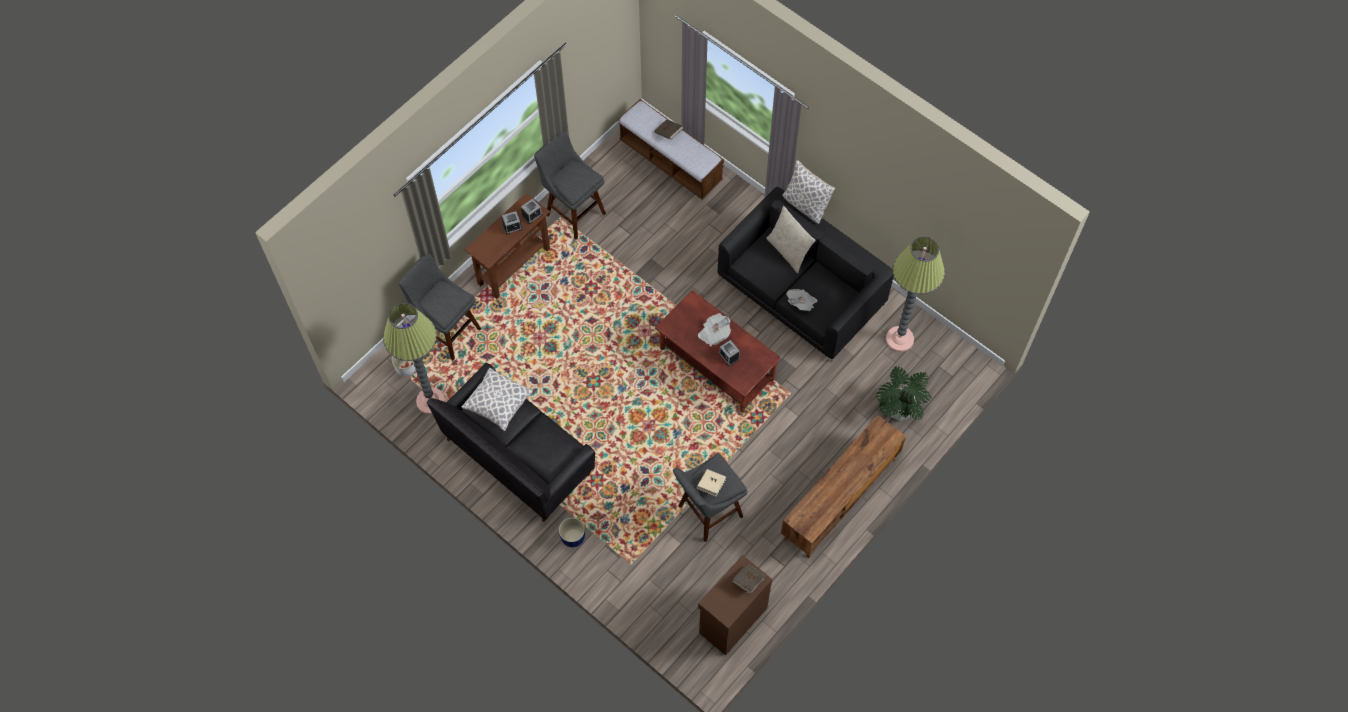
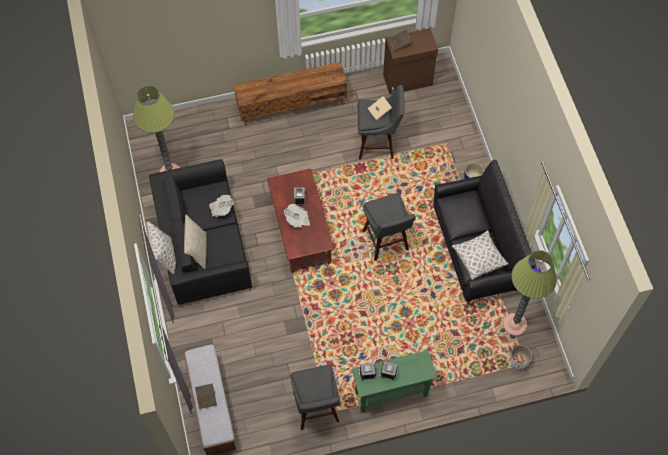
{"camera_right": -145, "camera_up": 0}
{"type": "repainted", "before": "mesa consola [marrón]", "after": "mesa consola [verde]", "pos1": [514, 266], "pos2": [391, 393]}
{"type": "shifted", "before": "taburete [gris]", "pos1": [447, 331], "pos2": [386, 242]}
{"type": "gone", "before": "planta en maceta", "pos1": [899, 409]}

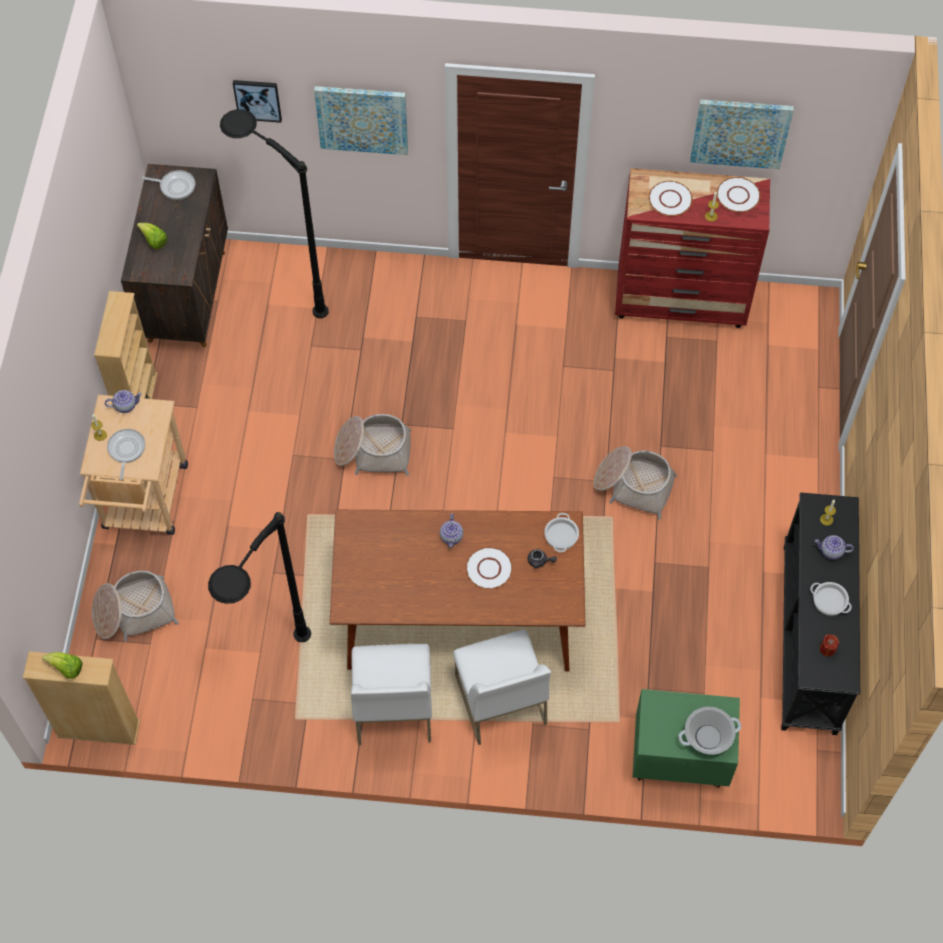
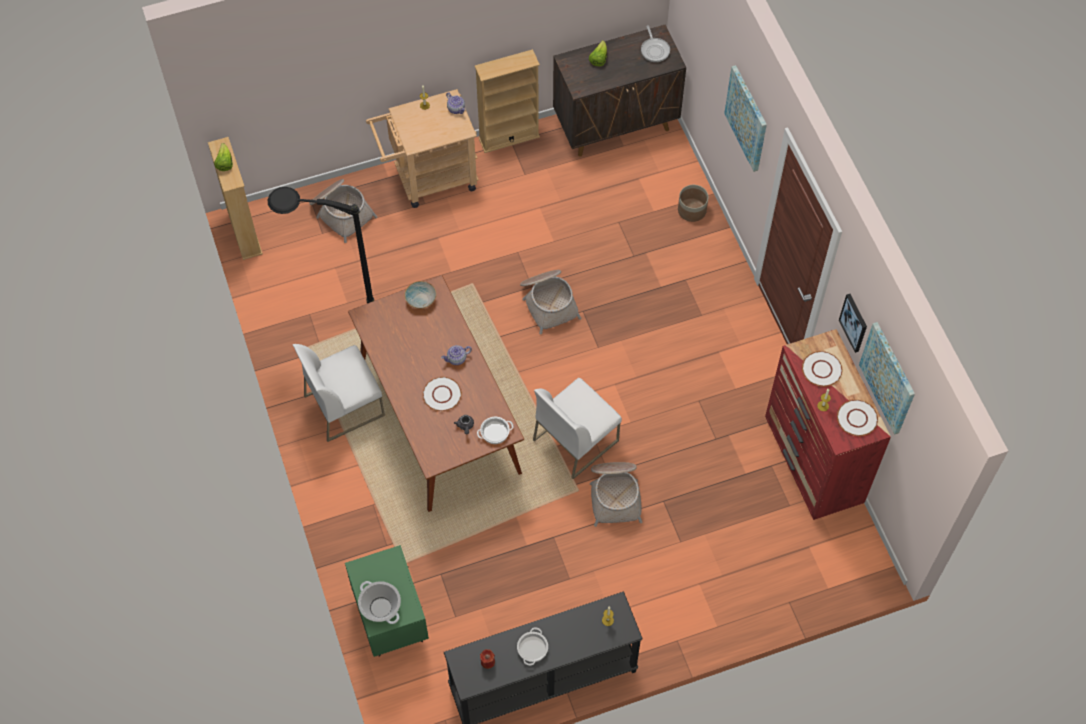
{"camera_right": 65, "camera_up": 0}
{"type": "shifted", "before": "cuadro", "pos1": [257, 99], "pos2": [854, 322]}
{"type": "gone", "before": "lámpara de pie [negro]", "pos1": [280, 287]}
{"type": "gone", "before": "sartén", "pos1": [126, 450]}
{"type": "gone", "before": "tetera", "pos1": [831, 551]}
{"type": "shifted", "before": "silla [blanco]", "pos1": [499, 699], "pos2": [575, 439]}
{"type": "new", "after": "maceta", "pos2": [692, 210]}
{"type": "new", "after": "cuenco", "pos2": [421, 299]}

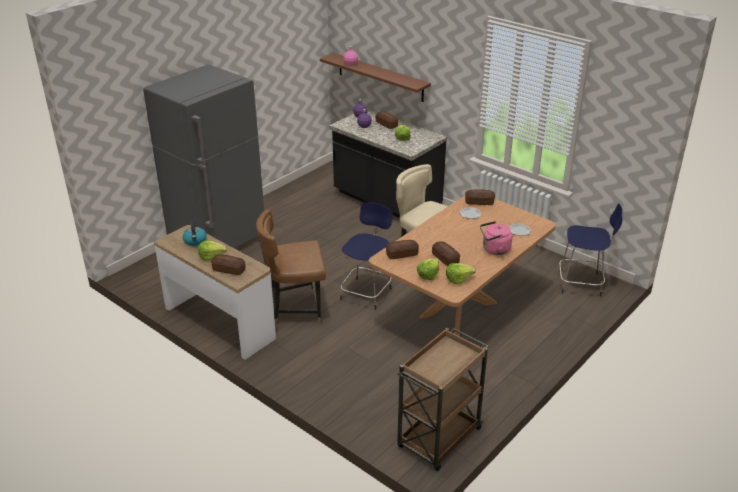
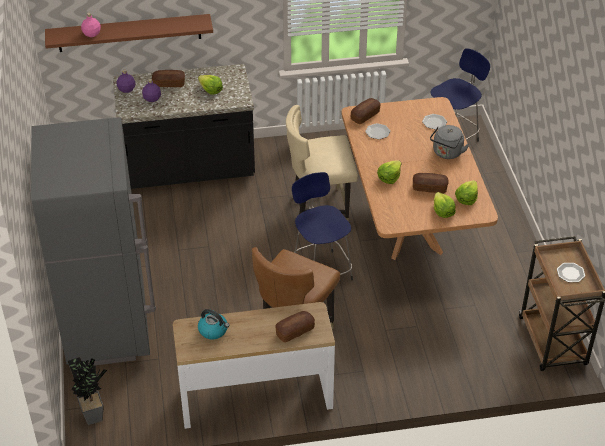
{"camera_right": -50, "camera_up": 10}
{"type": "repainted", "before": "hervidor [rosa]", "after": "hervidor [gris]", "pos1": [494, 250], "pos2": [447, 153]}
{"type": "gone", "before": "pan", "pos1": [402, 254]}
{"type": "shifted", "before": "lechuga", "pos1": [211, 256], "pos2": [389, 177]}
{"type": "new", "after": "plato", "pos2": [570, 273]}
{"type": "new", "after": "planta en maceta", "pos2": [94, 414]}

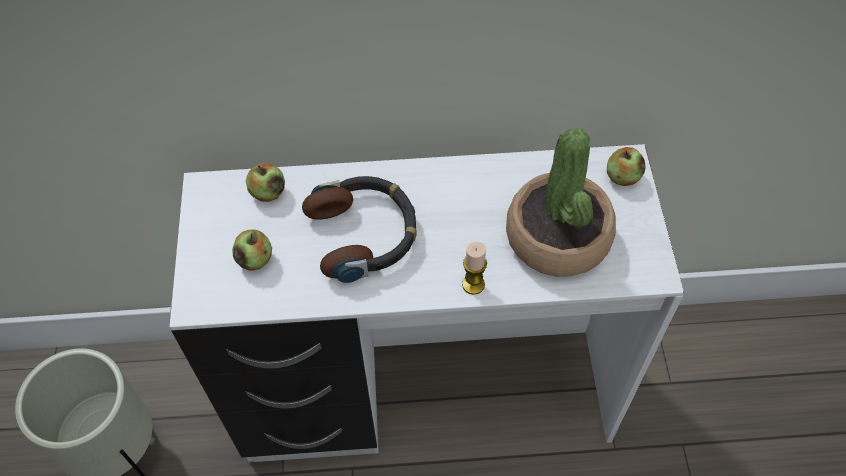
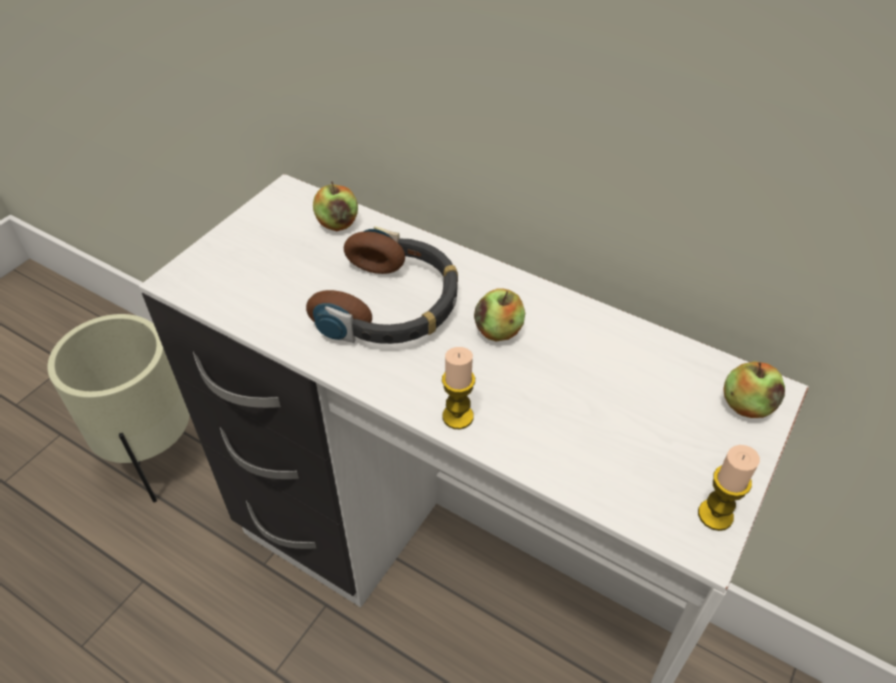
{"camera_right": 35, "camera_up": -10}
{"type": "gone", "before": "planta en maceta", "pos1": [558, 237]}
{"type": "shifted", "before": "manzana", "pos1": [255, 259], "pos2": [498, 331]}
{"type": "new", "after": "vela", "pos2": [715, 515]}

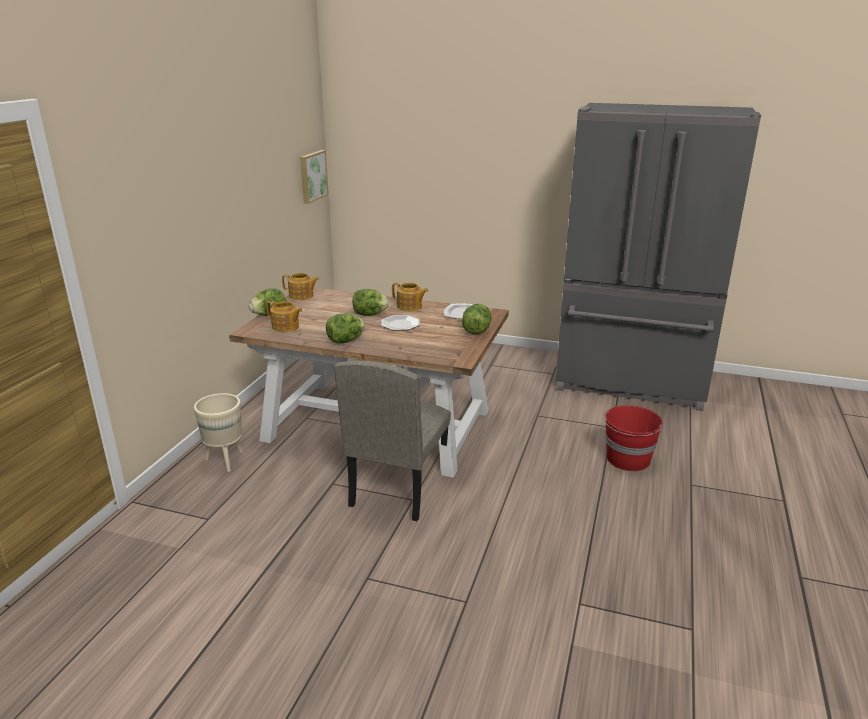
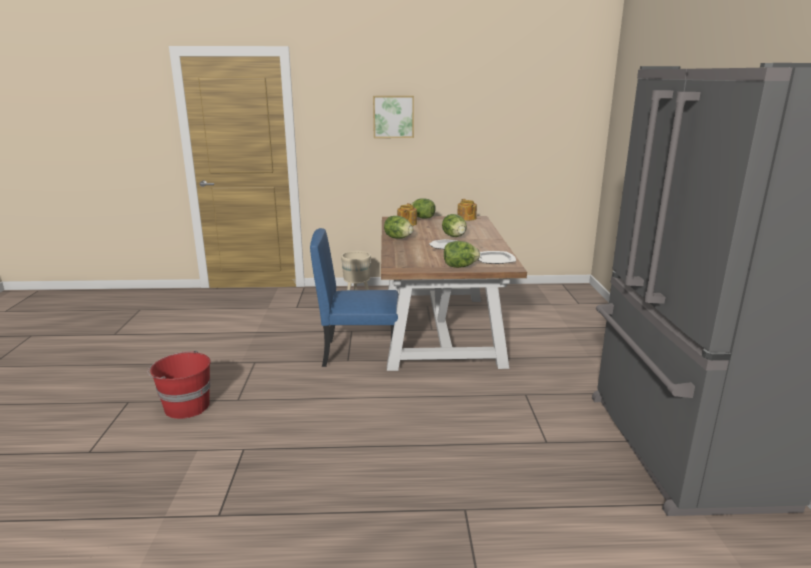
{"camera_right": 70, "camera_up": -5}
{"type": "shifted", "before": "cuadro", "pos1": [312, 176], "pos2": [393, 116]}
{"type": "gone", "before": "tetera", "pos1": [410, 307]}
{"type": "repainted", "before": "silla [beis]", "after": "silla [azul]", "pos1": [398, 487], "pos2": [360, 352]}
{"type": "shifted", "before": "cubo [rojo]", "pos1": [628, 459], "pos2": [186, 406]}

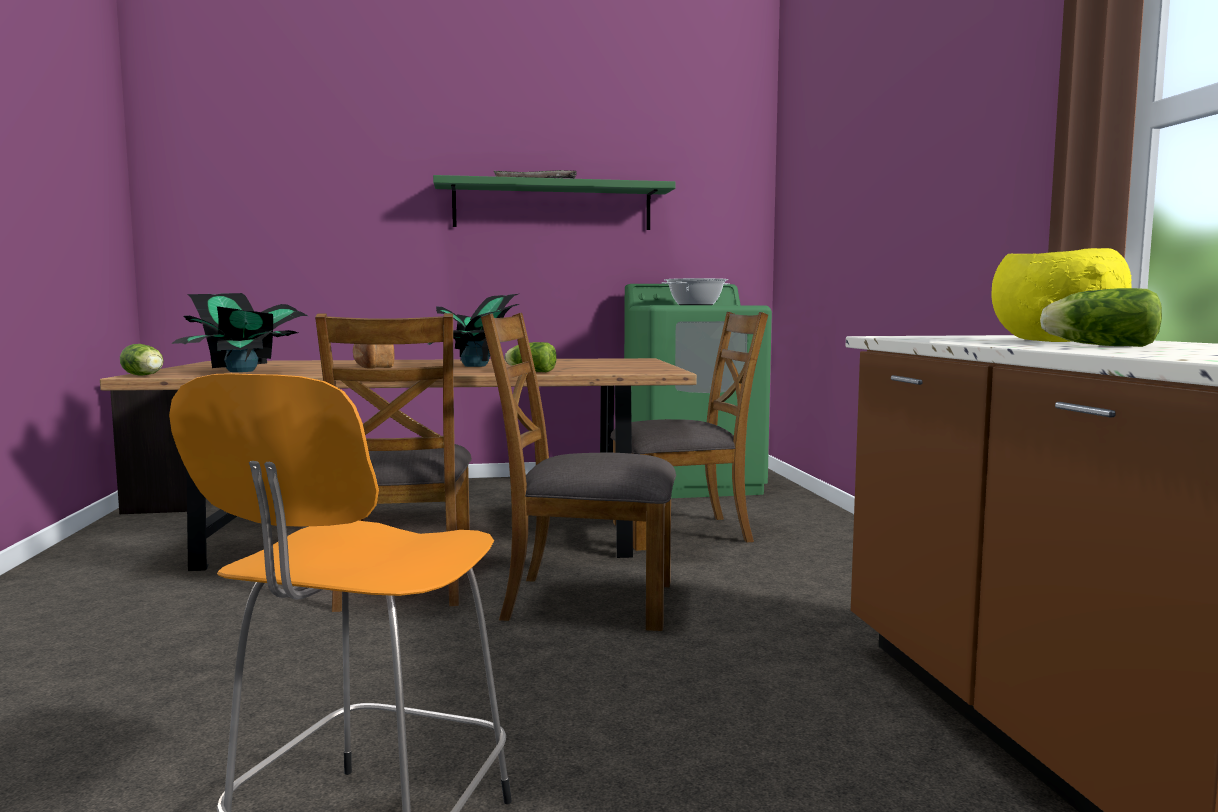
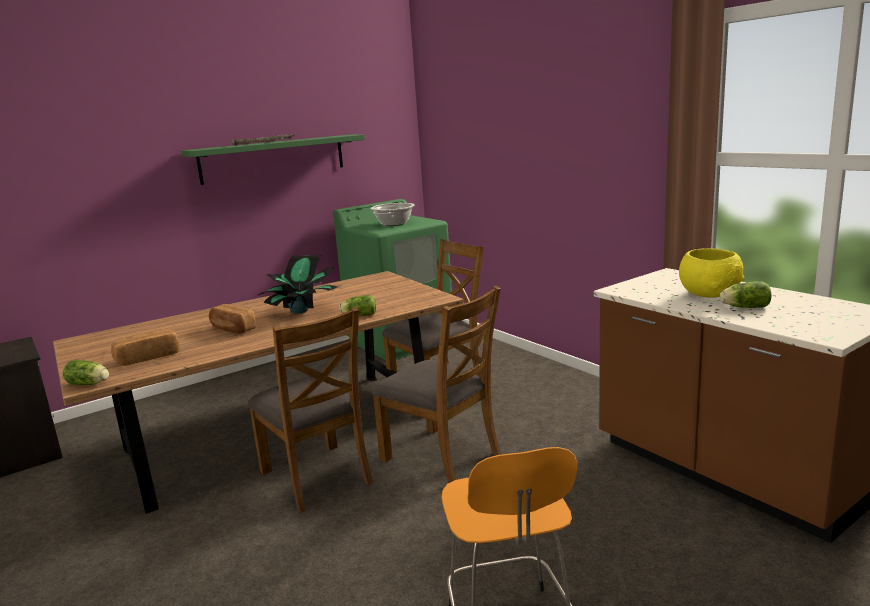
{"camera_right": -25, "camera_up": 10}
{"type": "swapped", "before": "planta en maceta", "after": "pan", "pos1": [243, 371], "pos2": [148, 357]}
{"type": "rotated", "before": "silla [marrón]", "pos1": [587, 601], "pos2": [442, 456], "turn": -120}

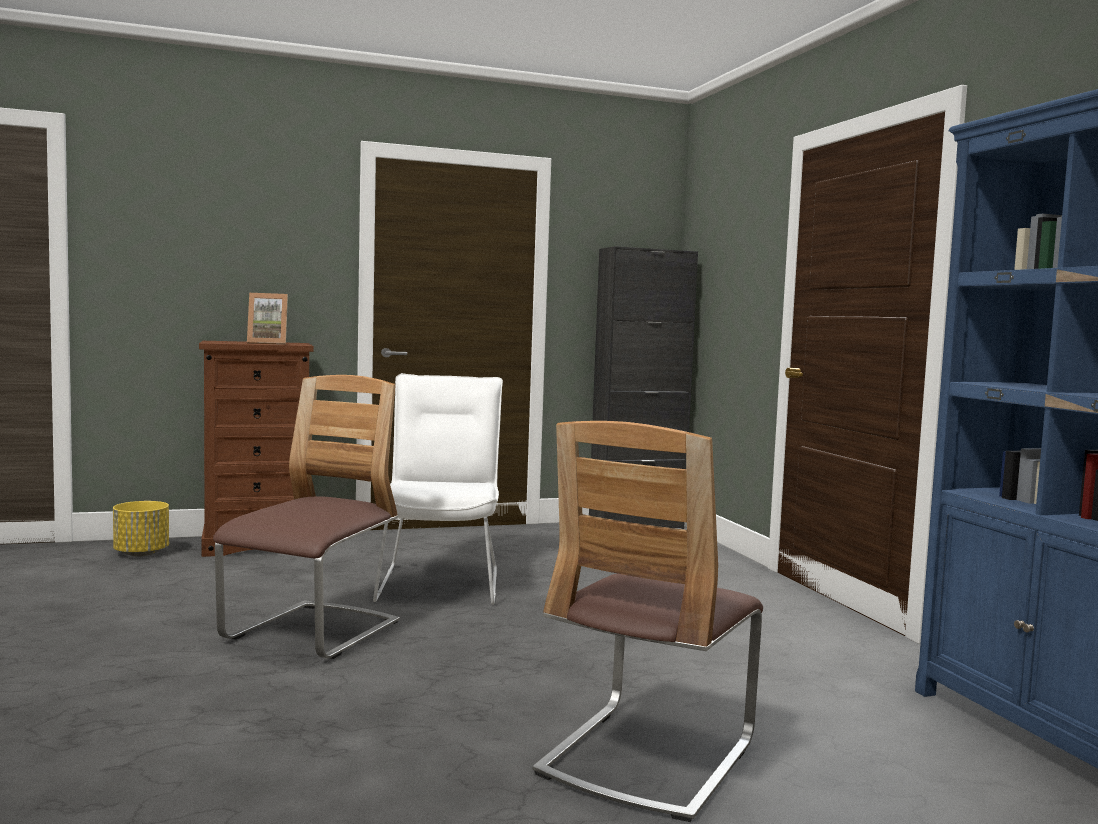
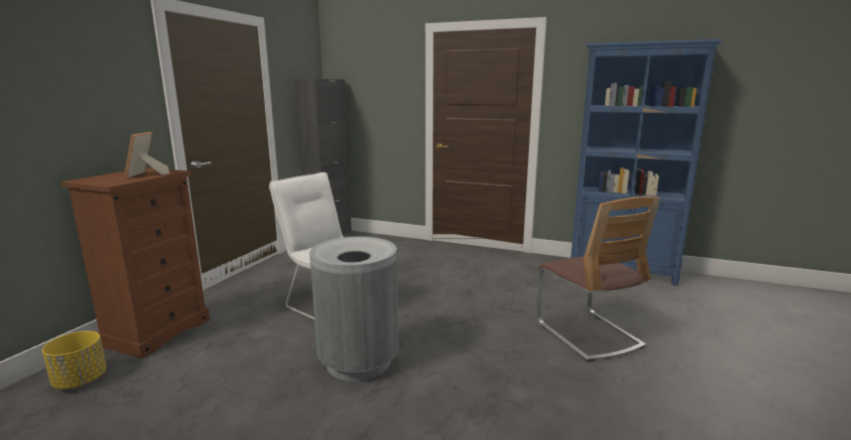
{"camera_right": -50, "camera_up": 10}
{"type": "rotated", "before": "portarretratos", "pos1": [267, 343], "pos2": [146, 175], "turn": 150}
{"type": "swapped", "before": "silla", "after": "papelera [gris]", "pos1": [312, 633], "pos2": [359, 362]}

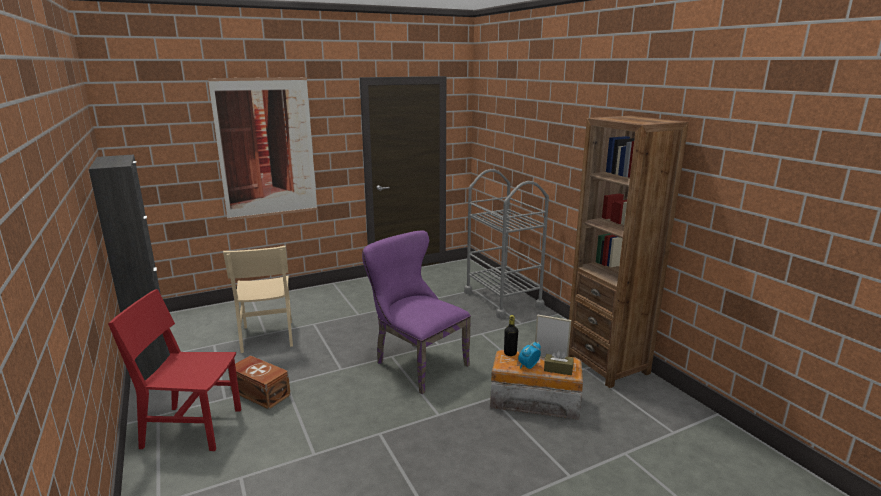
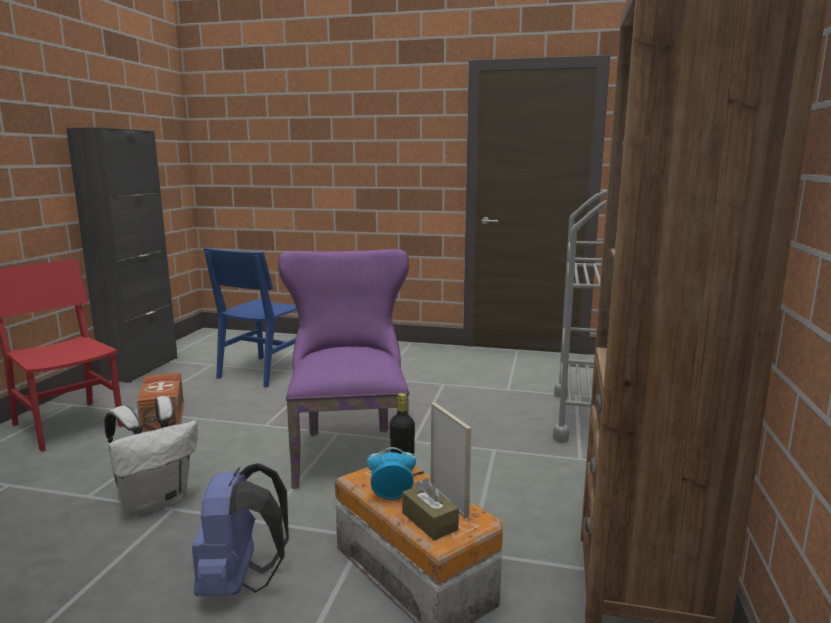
{"camera_right": 40, "camera_up": -5}
{"type": "gone", "before": "cuadro", "pos1": [266, 149]}
{"type": "repainted", "before": "silla [beis]", "after": "silla [azul]", "pos1": [267, 336], "pos2": [263, 371]}
{"type": "new", "after": "mochila [blanco]", "pos2": [156, 501]}
{"type": "new", "after": "mochila [azul]", "pos2": [240, 583]}

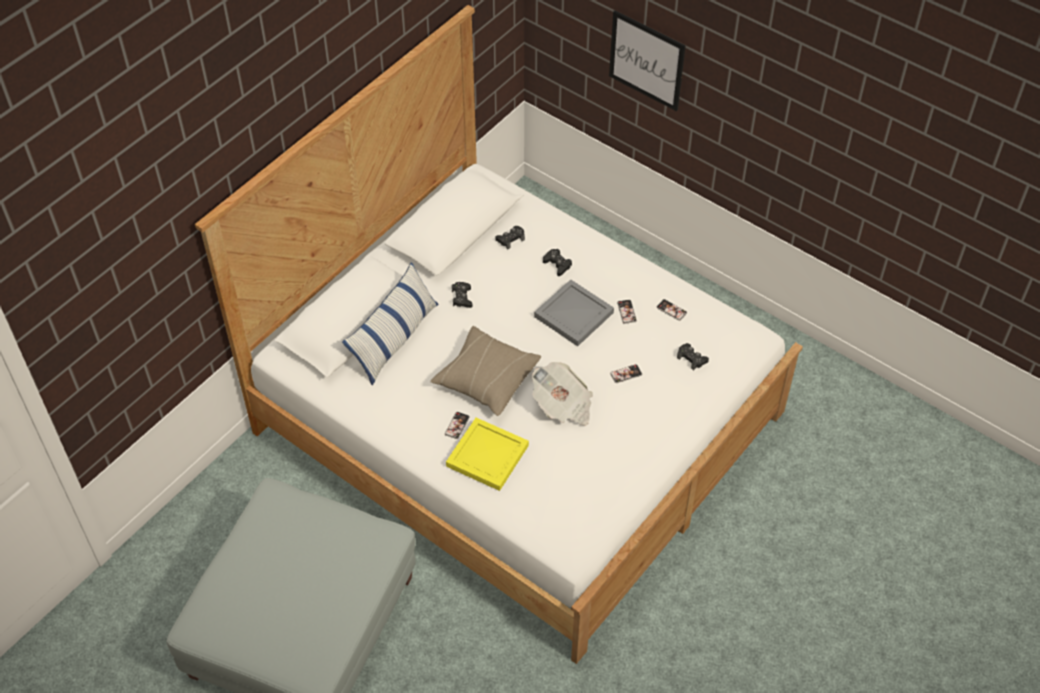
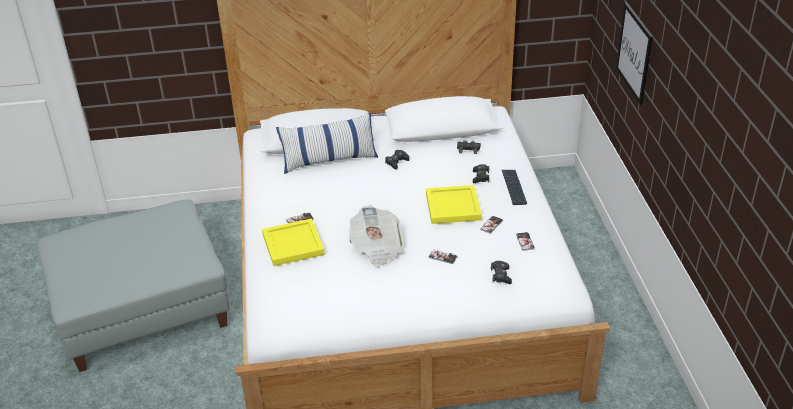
{"camera_right": 45, "camera_up": -15}
{"type": "repainted", "before": "bandeja [gris]", "after": "bandeja [amarillo]", "pos1": [574, 316], "pos2": [452, 207]}
{"type": "gone", "before": "cojín [beis]", "pos1": [486, 379]}
{"type": "new", "after": "teclado", "pos2": [513, 187]}

